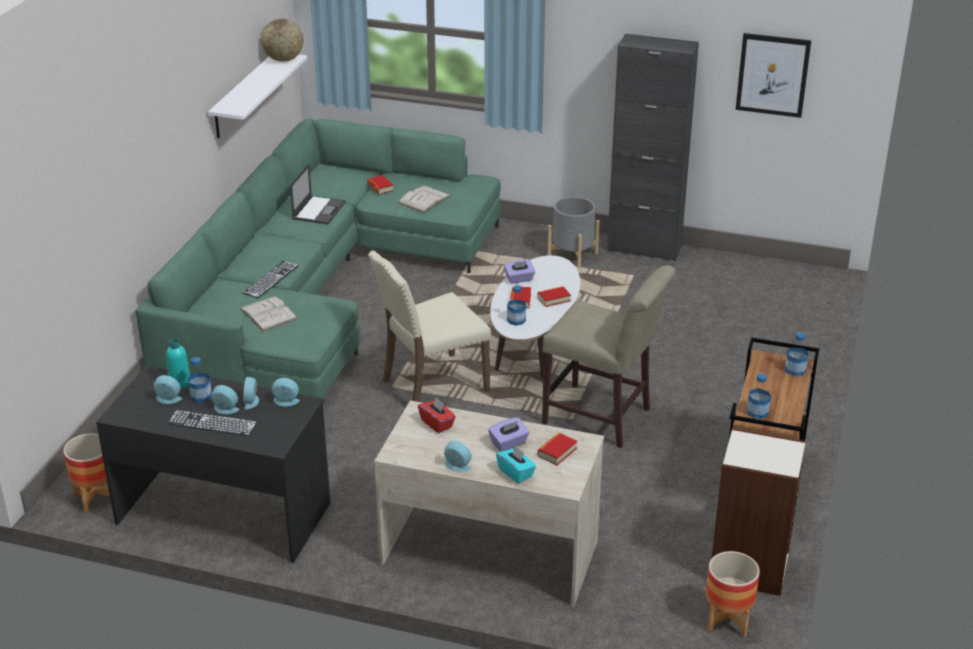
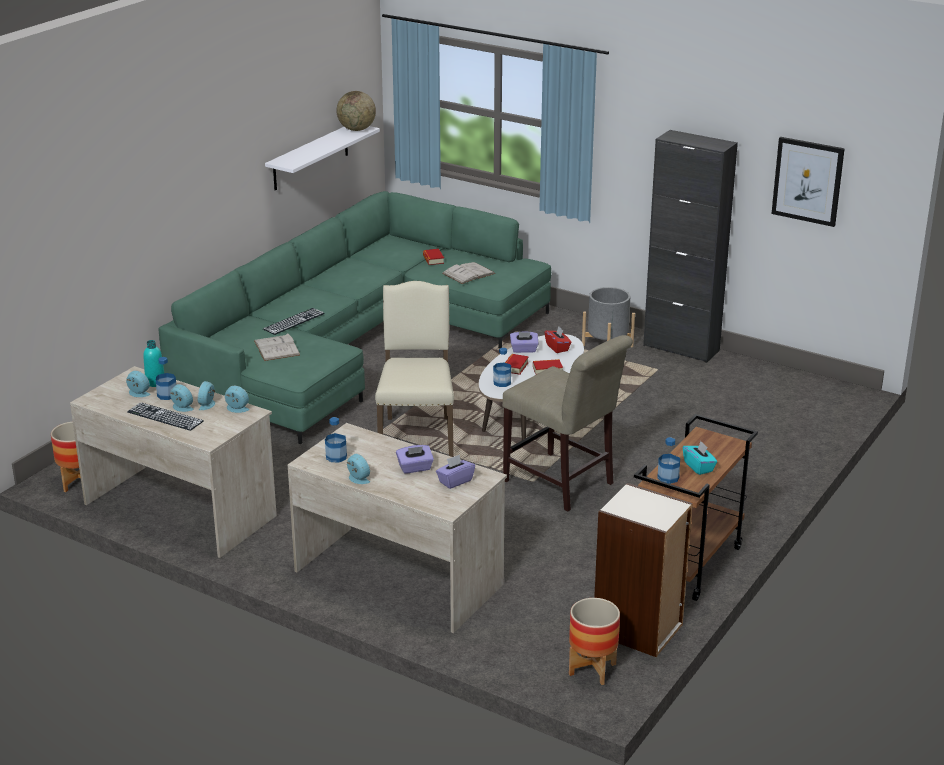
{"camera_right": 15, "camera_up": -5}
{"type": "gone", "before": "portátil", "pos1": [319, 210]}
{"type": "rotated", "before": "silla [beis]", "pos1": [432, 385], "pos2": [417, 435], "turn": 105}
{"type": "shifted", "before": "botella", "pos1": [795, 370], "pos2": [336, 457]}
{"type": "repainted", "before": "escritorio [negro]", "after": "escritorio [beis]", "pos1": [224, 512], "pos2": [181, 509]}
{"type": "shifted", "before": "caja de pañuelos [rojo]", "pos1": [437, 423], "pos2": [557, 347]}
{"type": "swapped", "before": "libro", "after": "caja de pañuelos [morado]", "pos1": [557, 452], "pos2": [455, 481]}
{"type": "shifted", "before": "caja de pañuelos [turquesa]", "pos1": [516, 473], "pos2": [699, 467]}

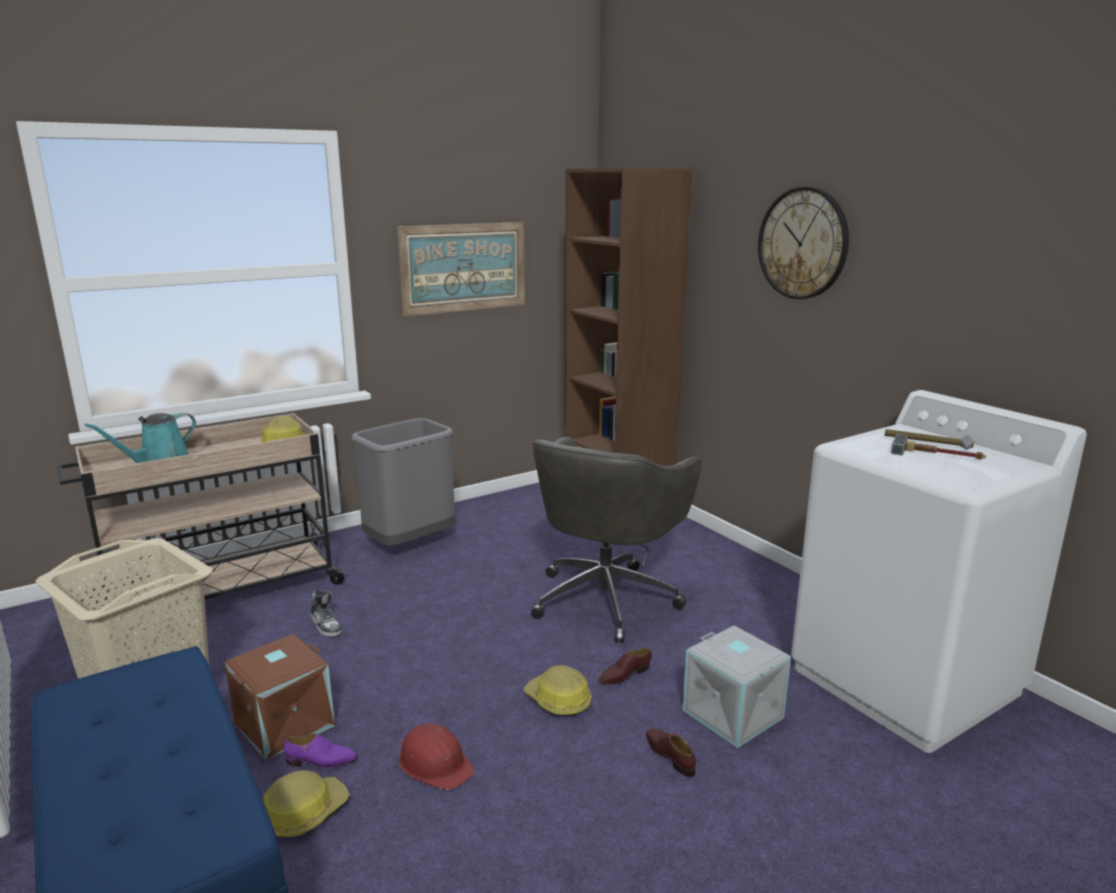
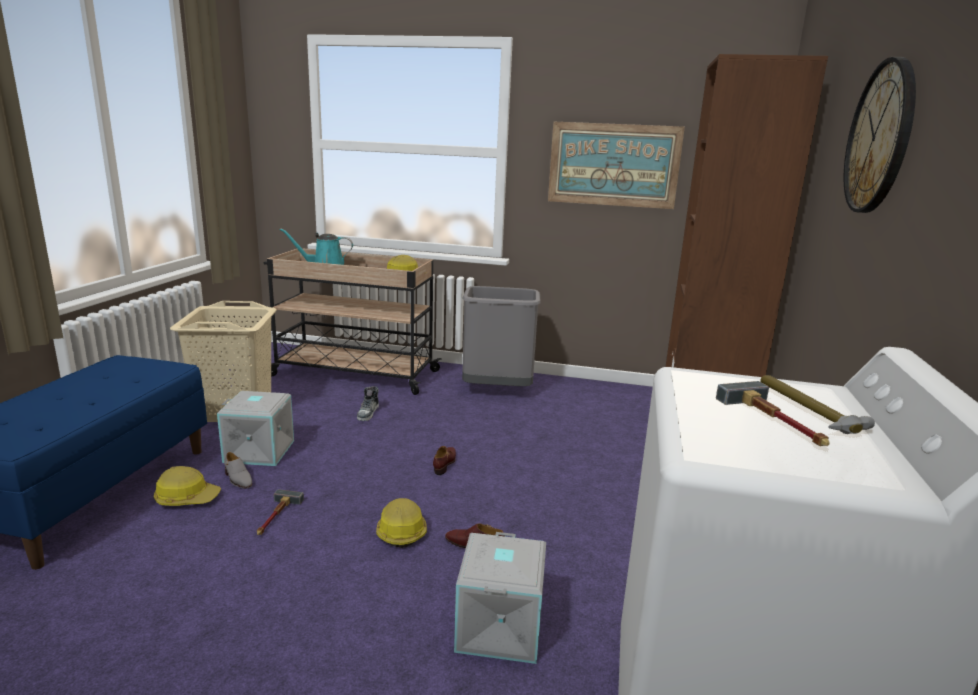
{"camera_right": 45, "camera_up": 0}
{"type": "gone", "before": "silla de oficina [gris]", "pos1": [607, 598]}
{"type": "repainted", "before": "caja de almacenaje [marrón]", "after": "caja de almacenaje [gris]", "pos1": [284, 723], "pos2": [260, 450]}
{"type": "swapped", "before": "casco [rojo]", "after": "martillo", "pos1": [435, 764], "pos2": [275, 517]}
{"type": "shifted", "before": "zapato [marrón]", "pos1": [670, 755], "pos2": [445, 463]}
{"type": "repainted", "before": "zapato [morado]", "after": "zapato [gris]", "pos1": [321, 761], "pos2": [238, 479]}

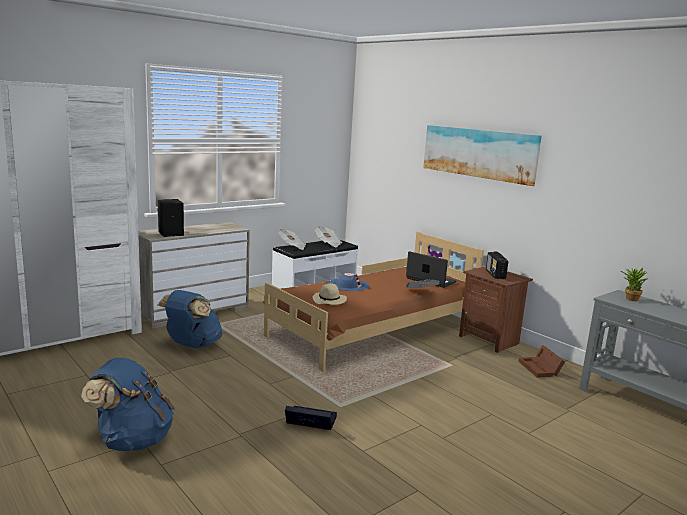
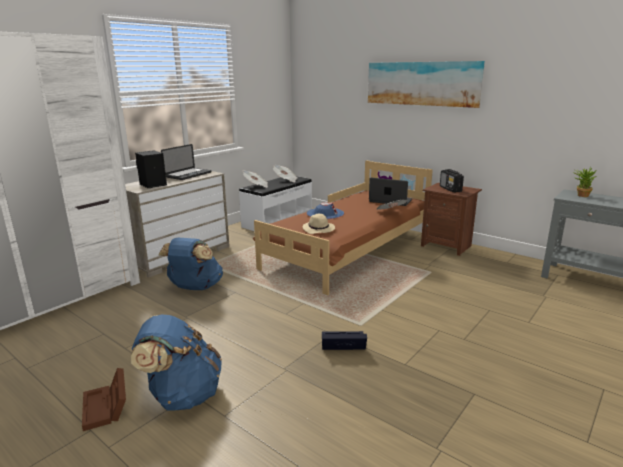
{"camera_right": -10, "camera_up": 5}
{"type": "shifted", "before": "caja de almacenaje [marrón]", "pos1": [541, 369], "pos2": [106, 408]}
{"type": "new", "after": "portátil", "pos2": [188, 174]}

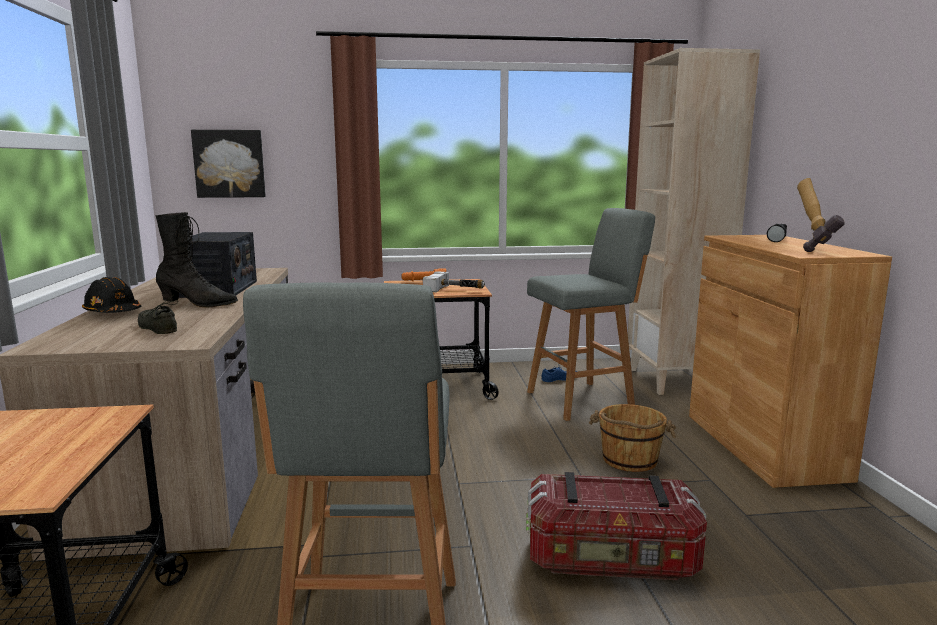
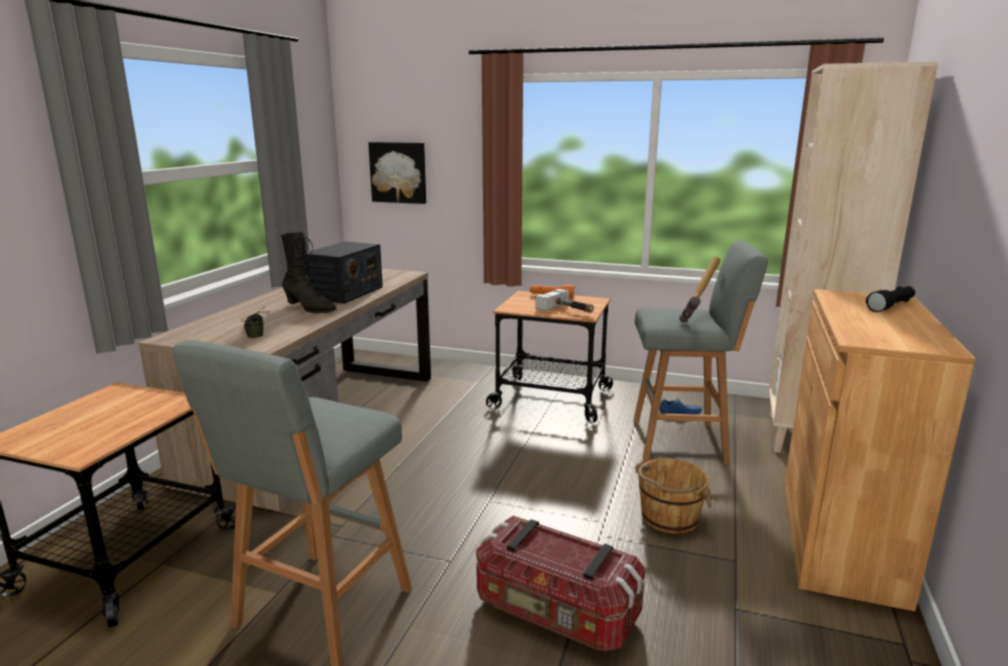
{"camera_right": 25, "camera_up": 5}
{"type": "shifted", "before": "martillo", "pos1": [813, 249], "pos2": [700, 319]}
{"type": "gone", "before": "casco [negro]", "pos1": [113, 312]}

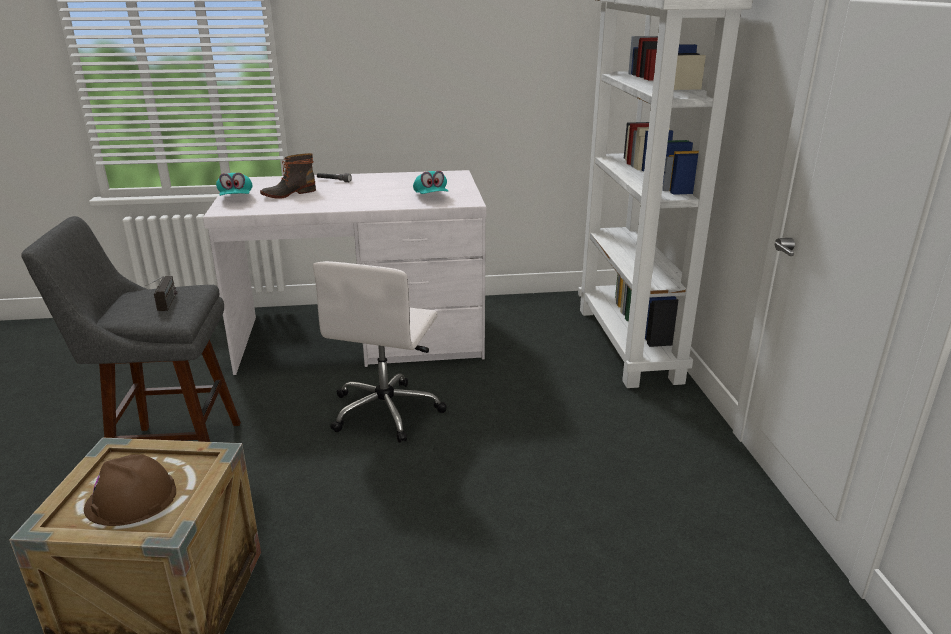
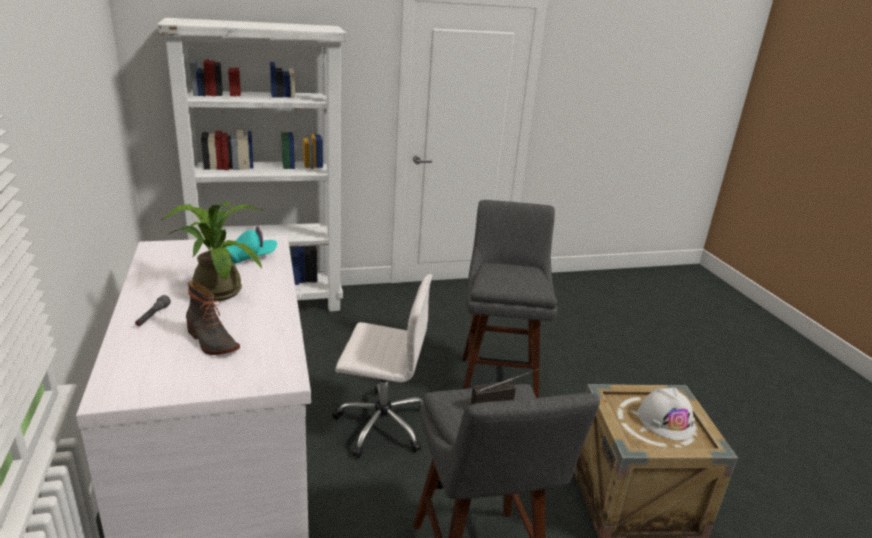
{"camera_right": -100, "camera_up": 0}
{"type": "gone", "before": "gorra [turquesa]", "pos1": [236, 199]}
{"type": "repainted", "before": "casco [marrón]", "after": "casco [blanco]", "pos1": [131, 499], "pos2": [666, 420]}
{"type": "new", "after": "taburete [gris]", "pos2": [498, 379]}
{"type": "new", "after": "planta en maceta", "pos2": [217, 289]}

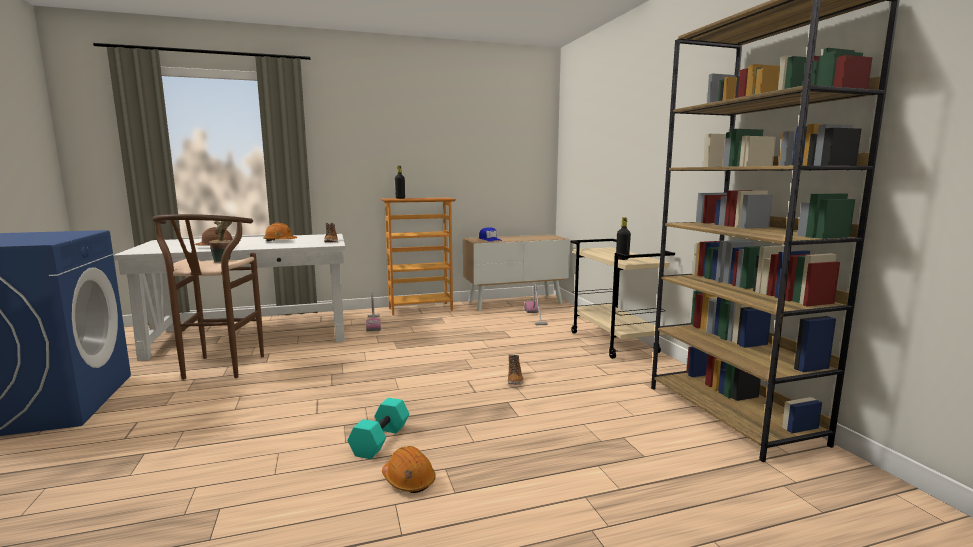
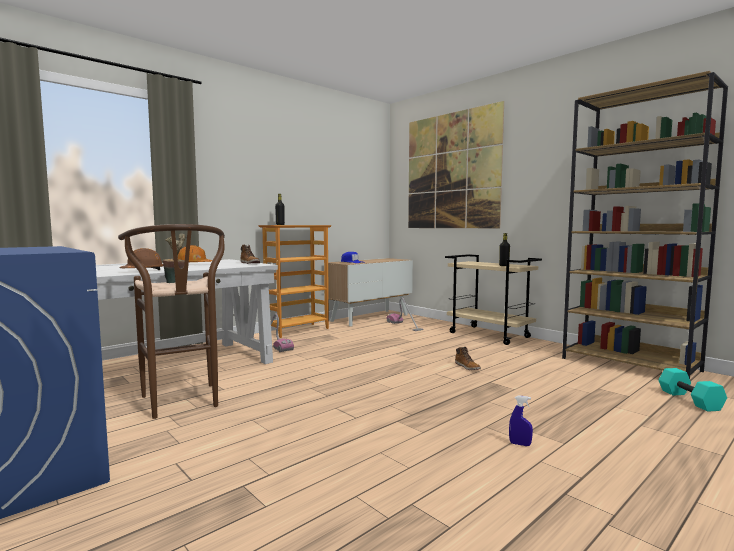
{"camera_right": -25, "camera_up": -5}
{"type": "shifted", "before": "mancuerna [turquesa]", "pos1": [381, 441], "pos2": [691, 400]}
{"type": "swapped", "before": "casco [naranja]", "after": "pulverizador [azul]", "pos1": [408, 480], "pos2": [520, 444]}
{"type": "new", "after": "cuadro", "pos2": [451, 171]}

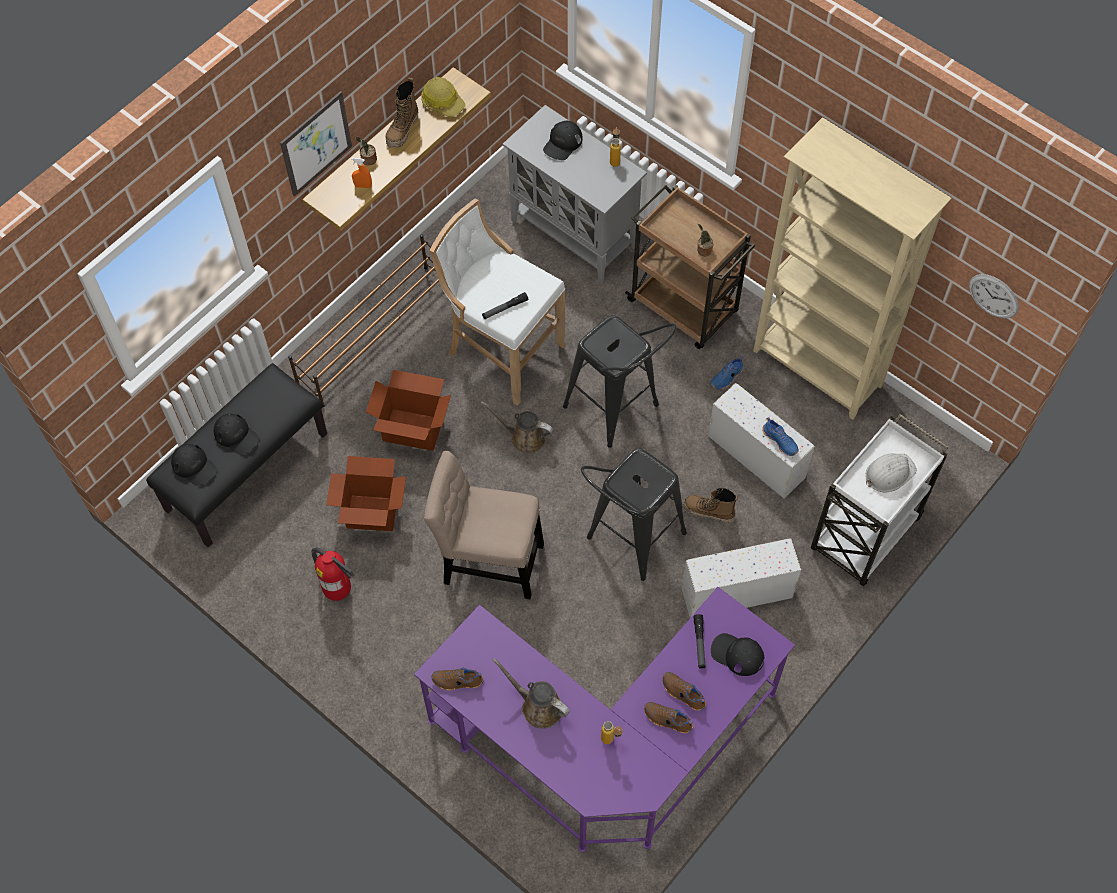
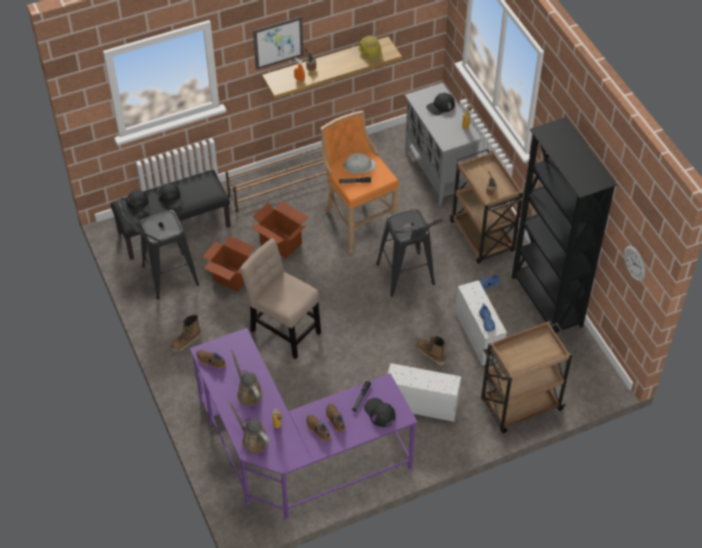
{"camera_right": 25, "camera_up": -10}
{"type": "shifted", "before": "bota", "pos1": [403, 130], "pos2": [186, 342]}
{"type": "repainted", "before": "estantería [beis]", "after": "estantería [negro]", "pos1": [817, 370], "pos2": [546, 302]}
{"type": "repainted", "before": "taburete [blanco]", "after": "taburete [naranja]", "pos1": [501, 351], "pos2": [357, 220]}
{"type": "shifted", "before": "regadera [marrón]", "pos1": [524, 437], "pos2": [253, 439]}
{"type": "repainted", "before": "carrito [blanco]", "after": "carrito [marrón]", "pos1": [864, 536], "pos2": [520, 406]}
{"type": "shifted", "before": "taburete [negro]", "pos1": [629, 542], "pos2": [163, 277]}
{"type": "shifted", "before": "casco [blanco]", "pos1": [889, 473], "pos2": [359, 166]}
{"type": "gone", "before": "extintor", "pos1": [339, 591]}

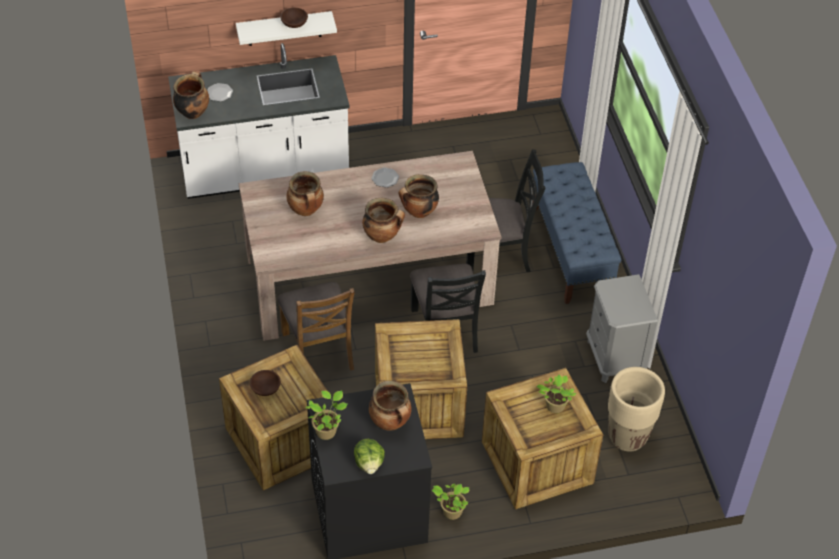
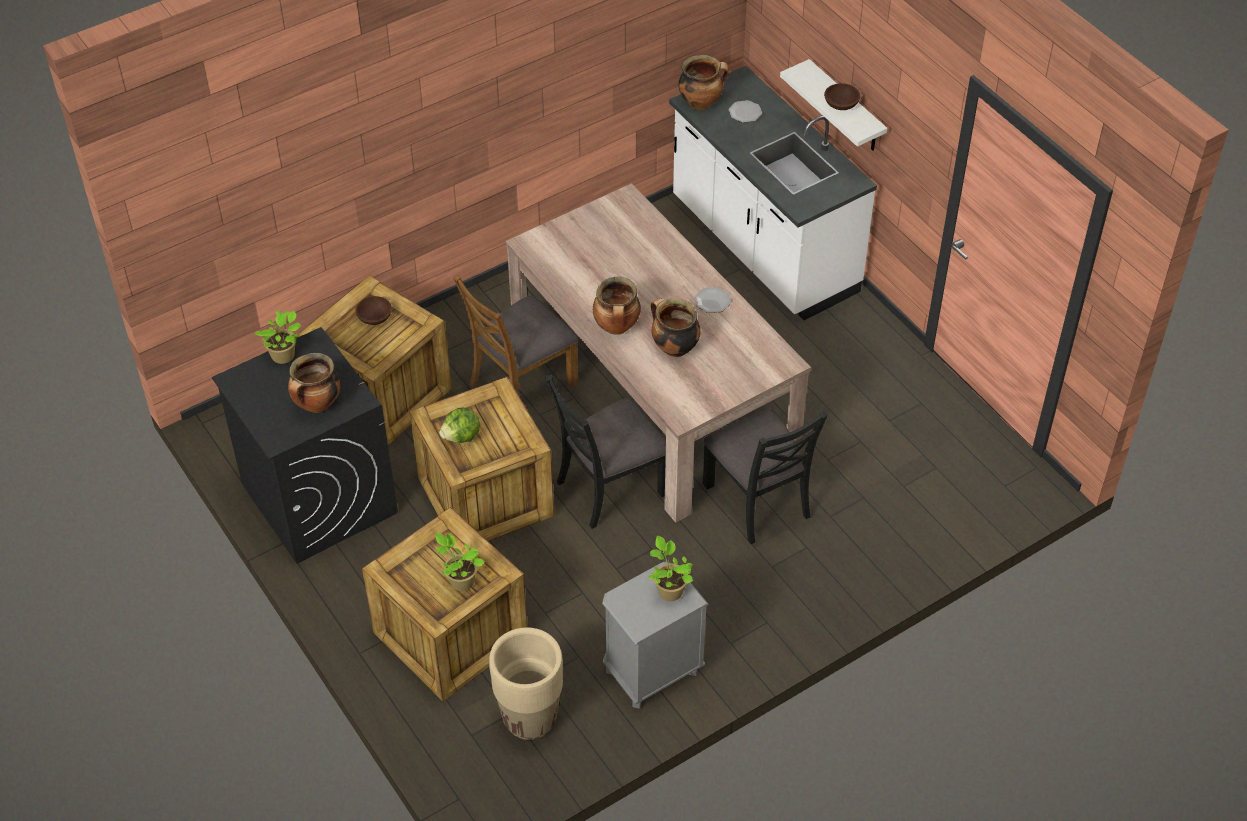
{"camera_right": 70, "camera_up": 0}
{"type": "gone", "before": "banco [azul]", "pos1": [571, 252]}
{"type": "gone", "before": "olla", "pos1": [306, 210]}
{"type": "shifted", "before": "lechuga", "pos1": [369, 463], "pos2": [462, 437]}
{"type": "shifted", "before": "planta en maceta", "pos1": [451, 512], "pos2": [669, 590]}

